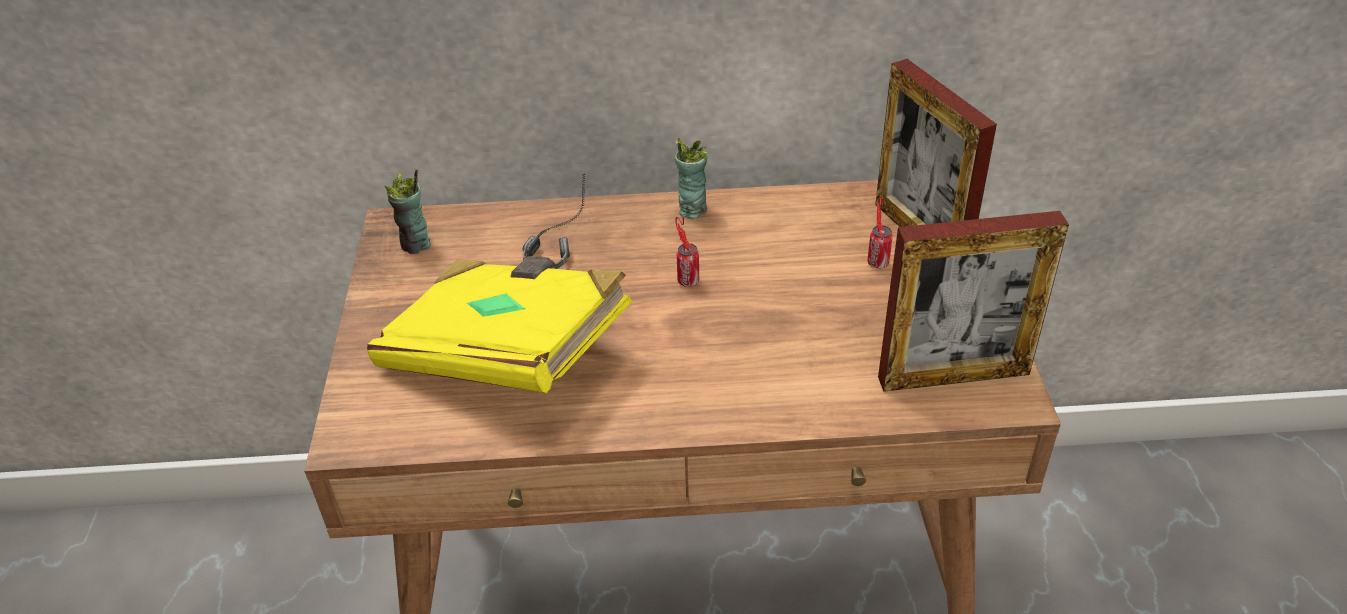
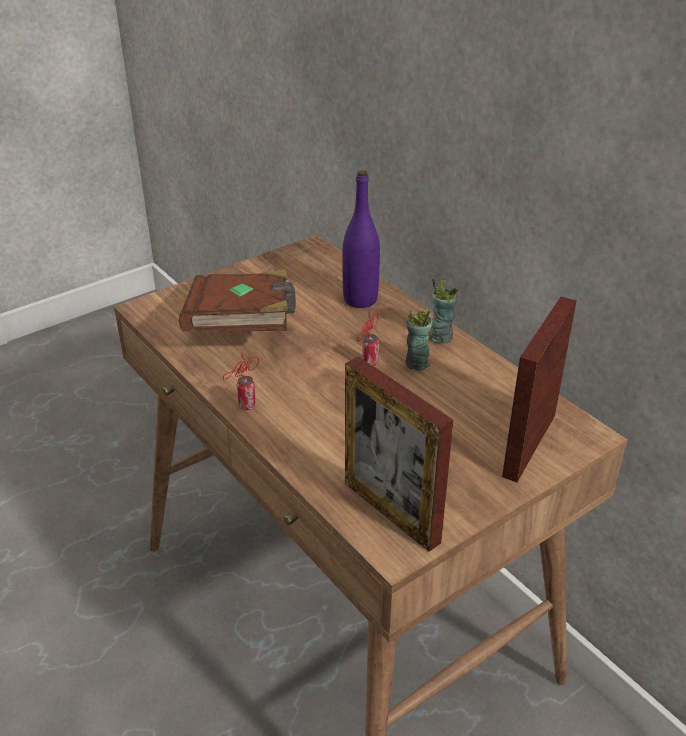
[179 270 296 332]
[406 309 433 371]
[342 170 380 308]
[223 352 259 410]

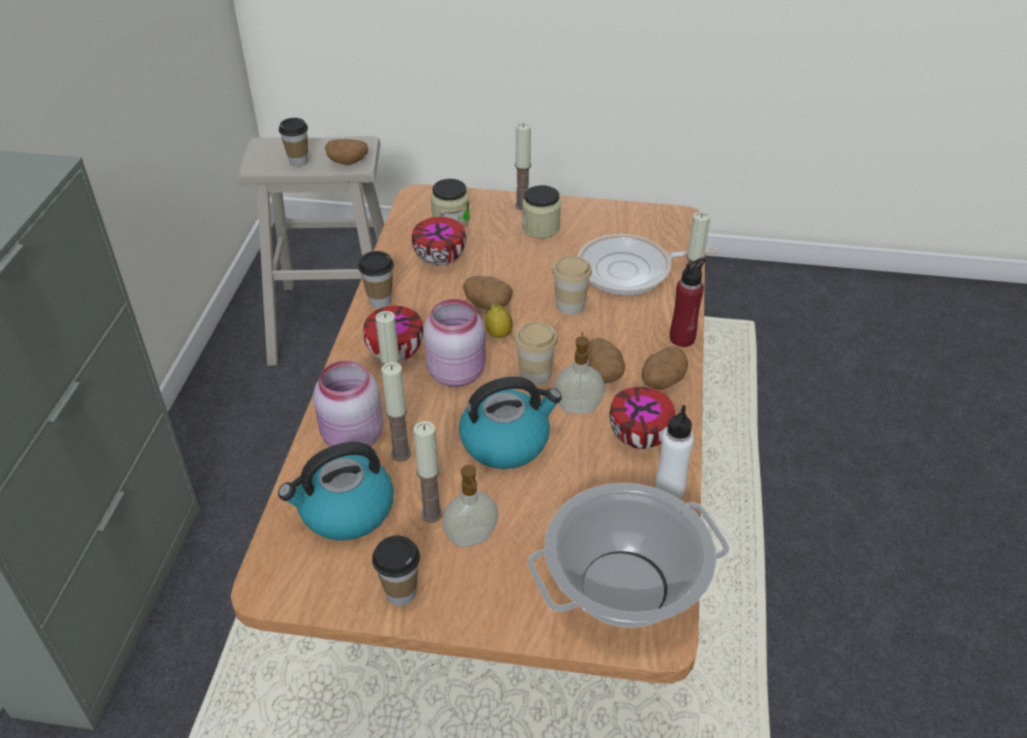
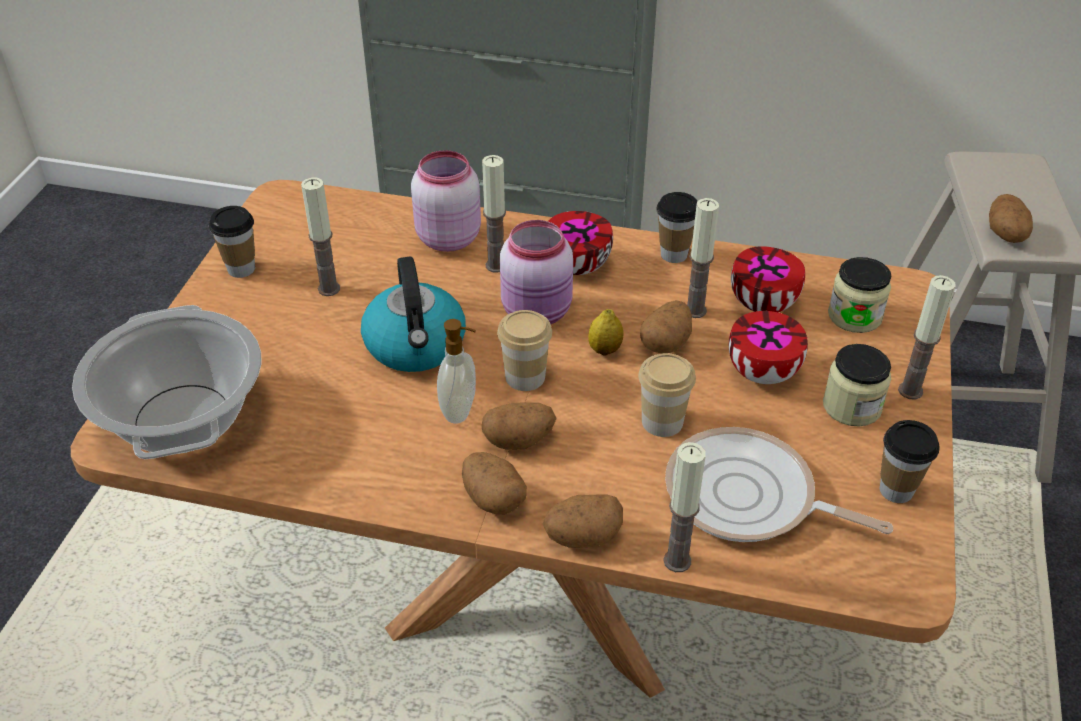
[278 442 394 541] (first image)
[880 420 939 503]
[687 198 719 318]
[443 465 499 547] (first image)
[665 427 893 542]
[729 311 808 384]
[655 405 694 499] (first image)
[542 494 623 548]

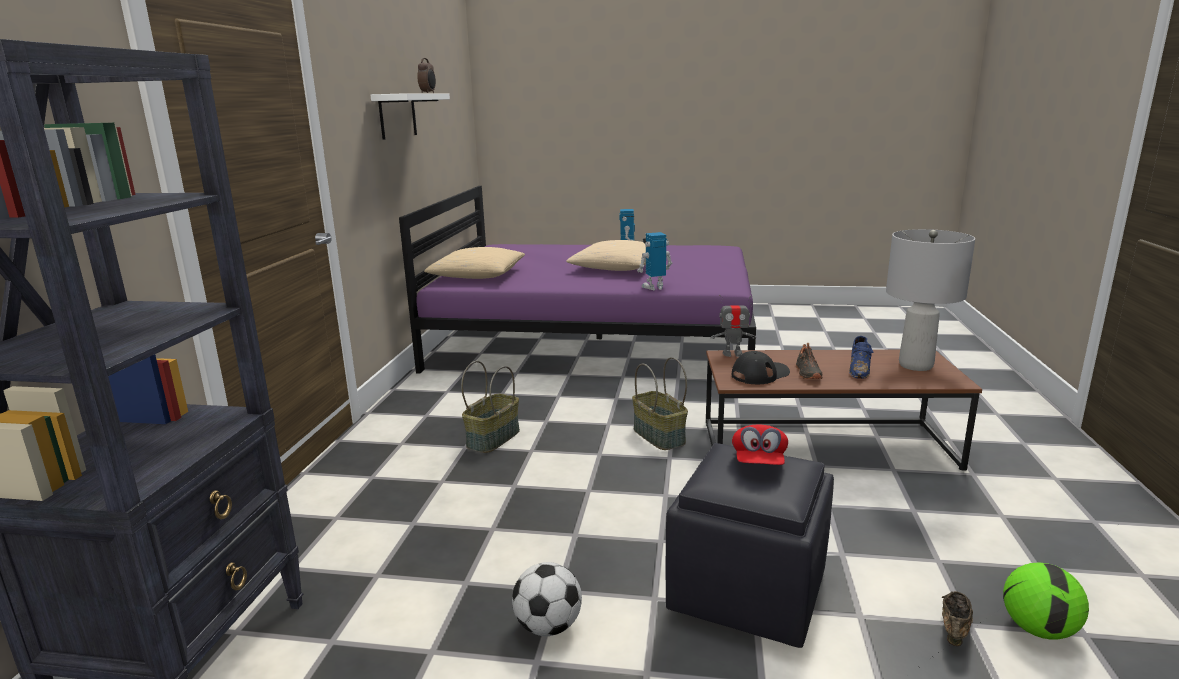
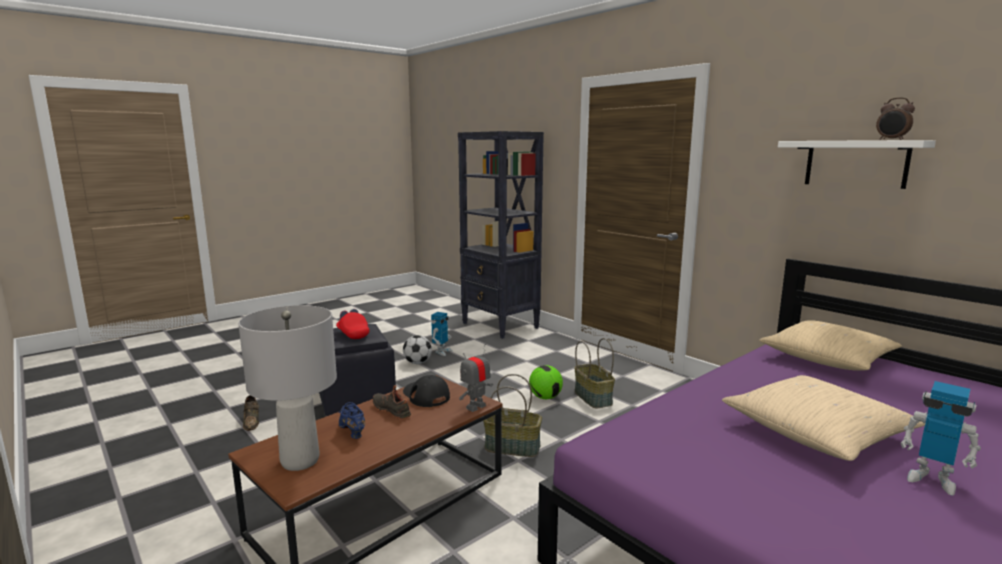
[431 312 453 356]
[403 375 450 407]
[529 365 563 399]

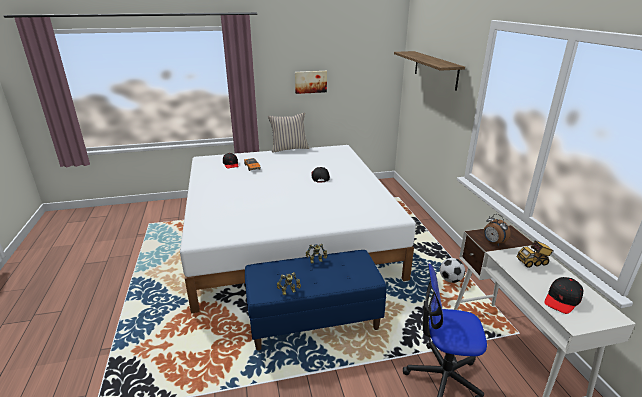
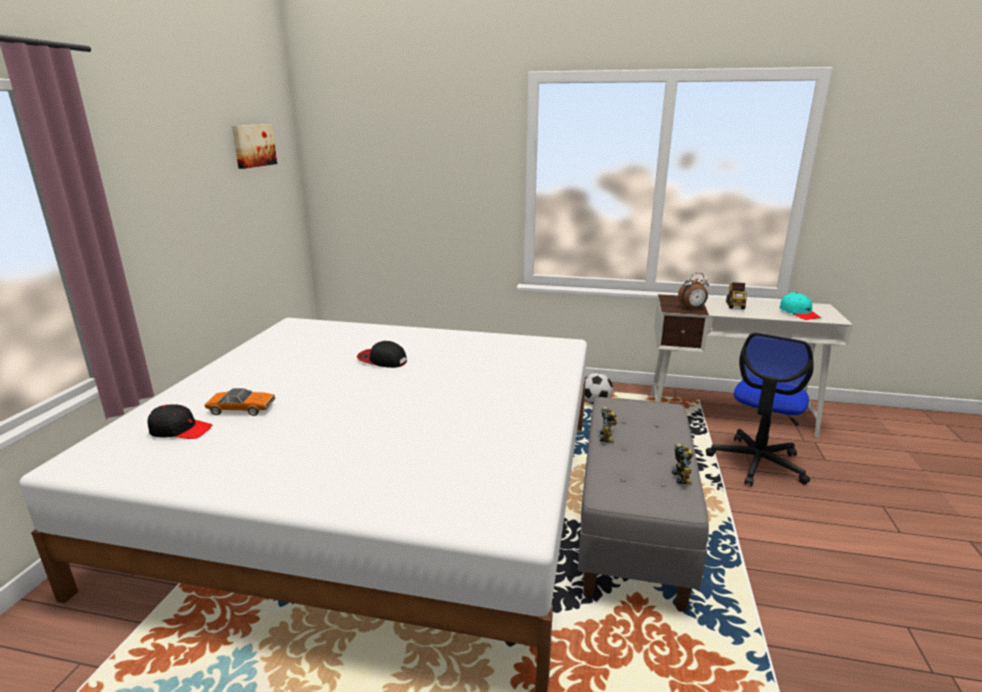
[578 397 709 612]
[268 112 309 153] (first image)
[232 124 277 169]
[394 51 465 91] (first image)
[779 292 821 320]

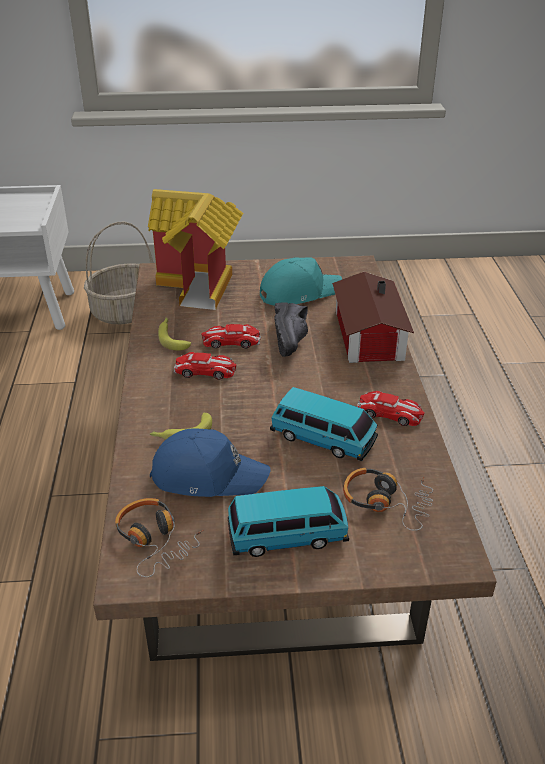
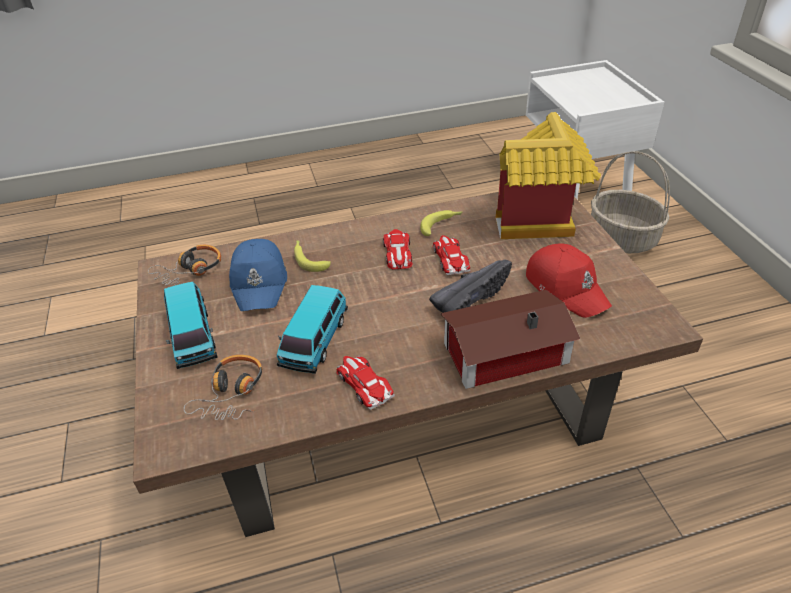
[526 243 612 318]
[429 259 512 313]
[337 355 395 410]

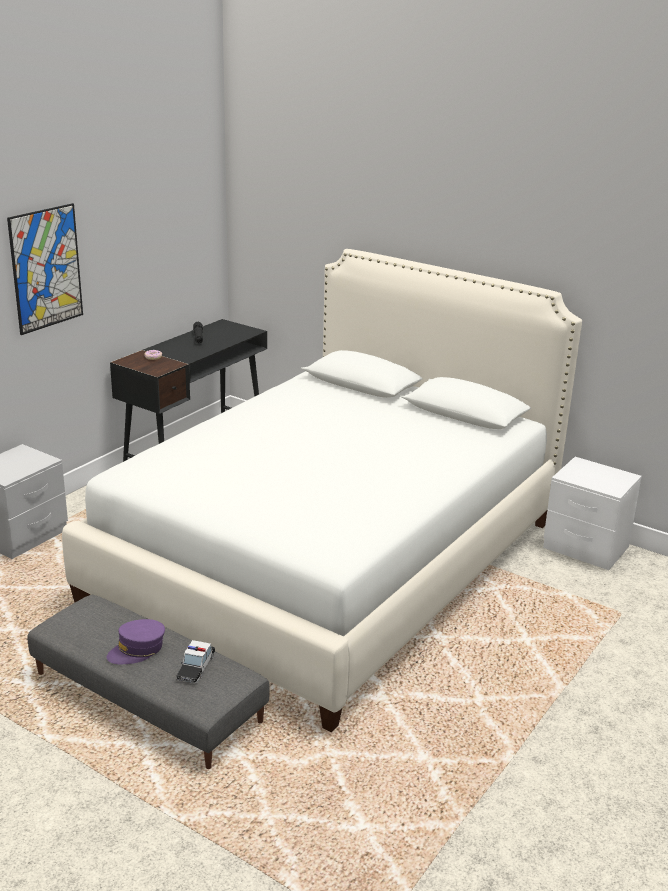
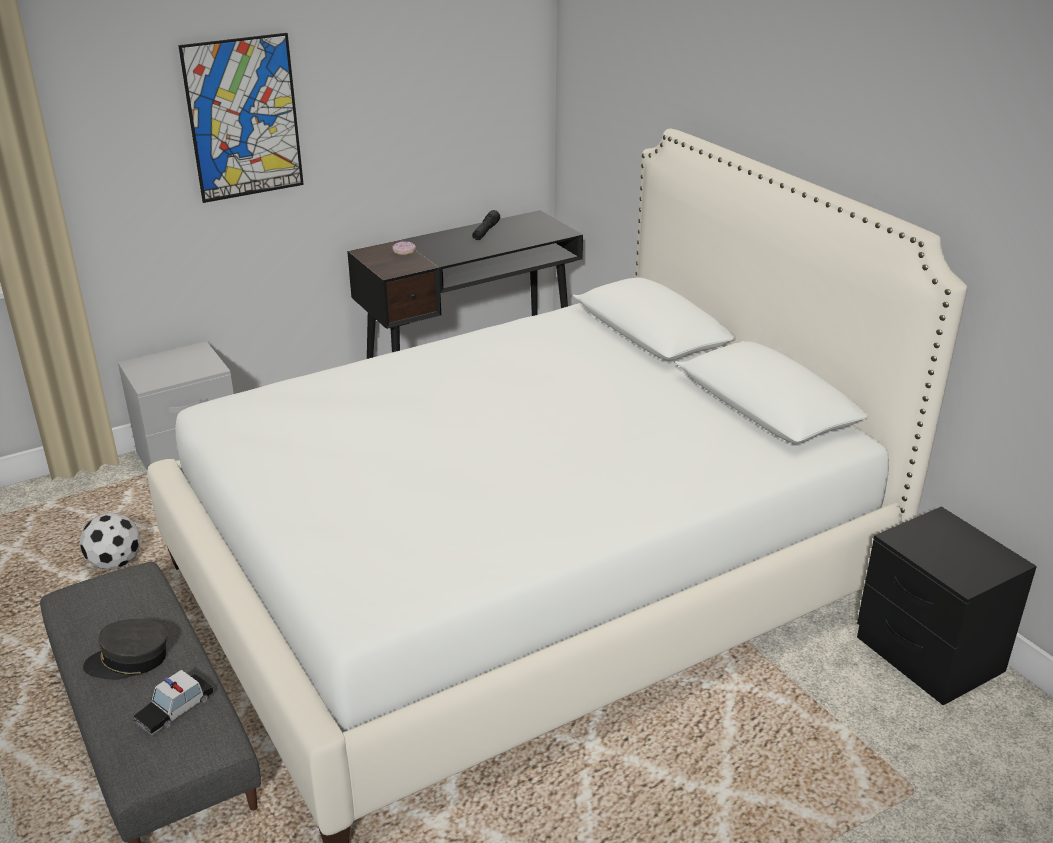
[83 619 168 680]
[857 506 1037 705]
[80 513 141 570]

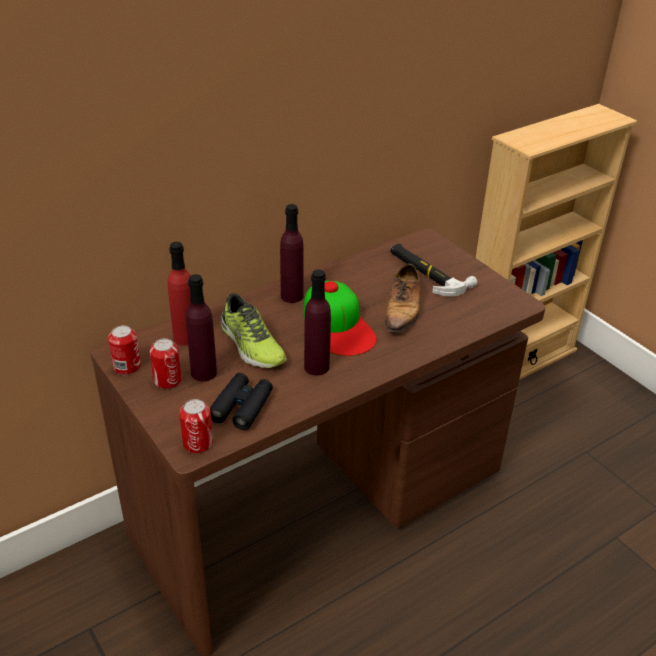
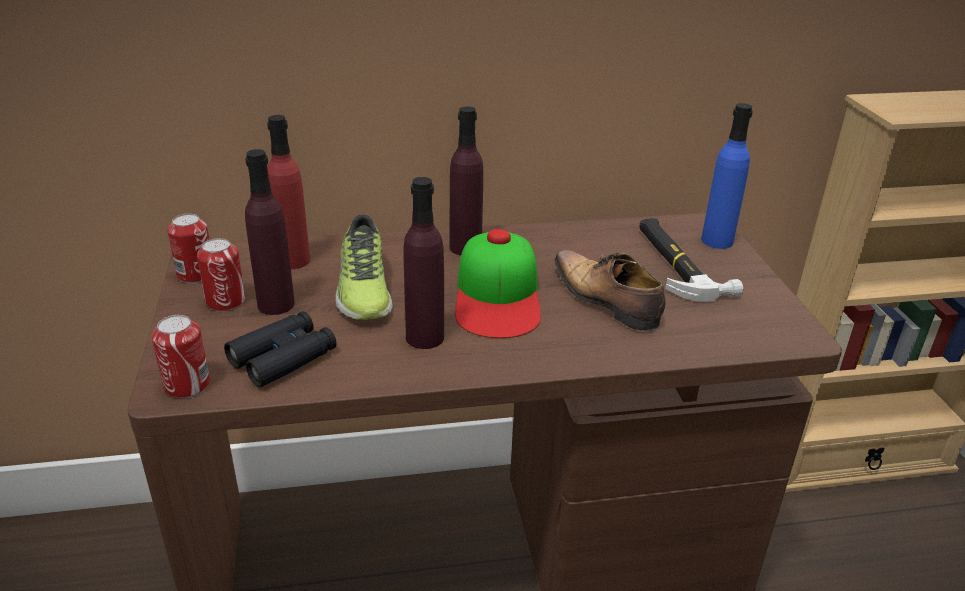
[554 250 665 331]
[701 103 753 249]

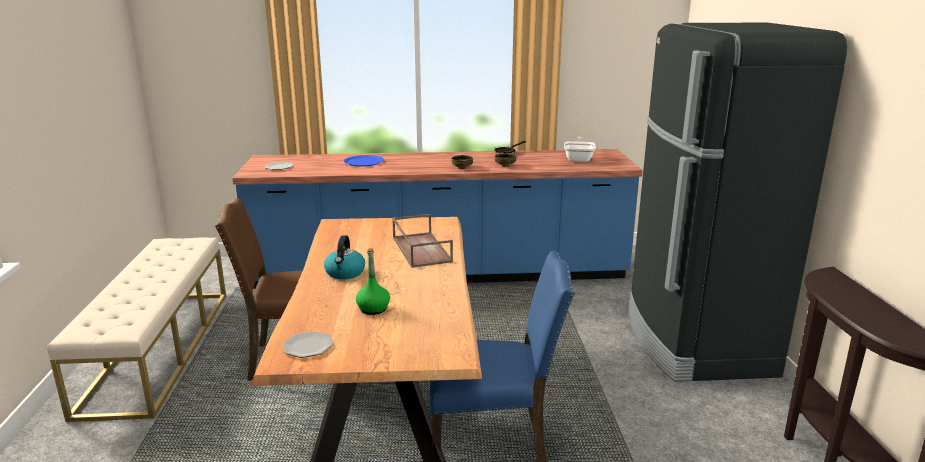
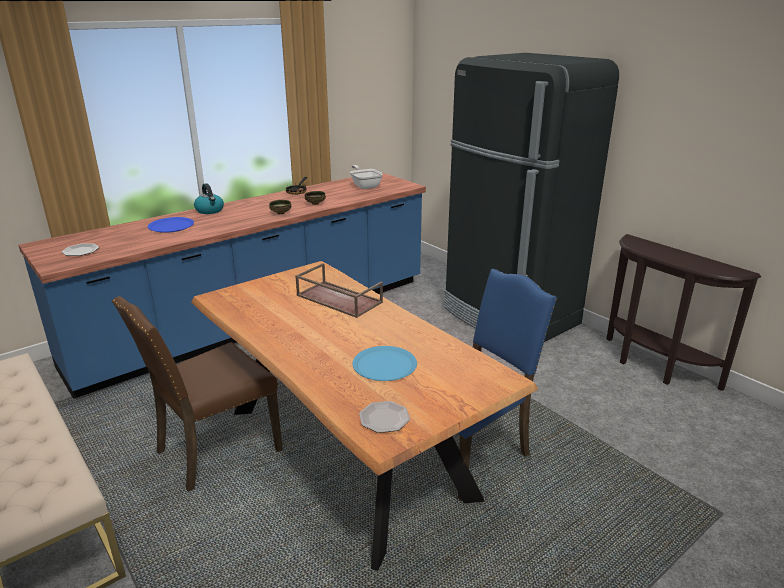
[194 183 224 214]
[352 346 417 381]

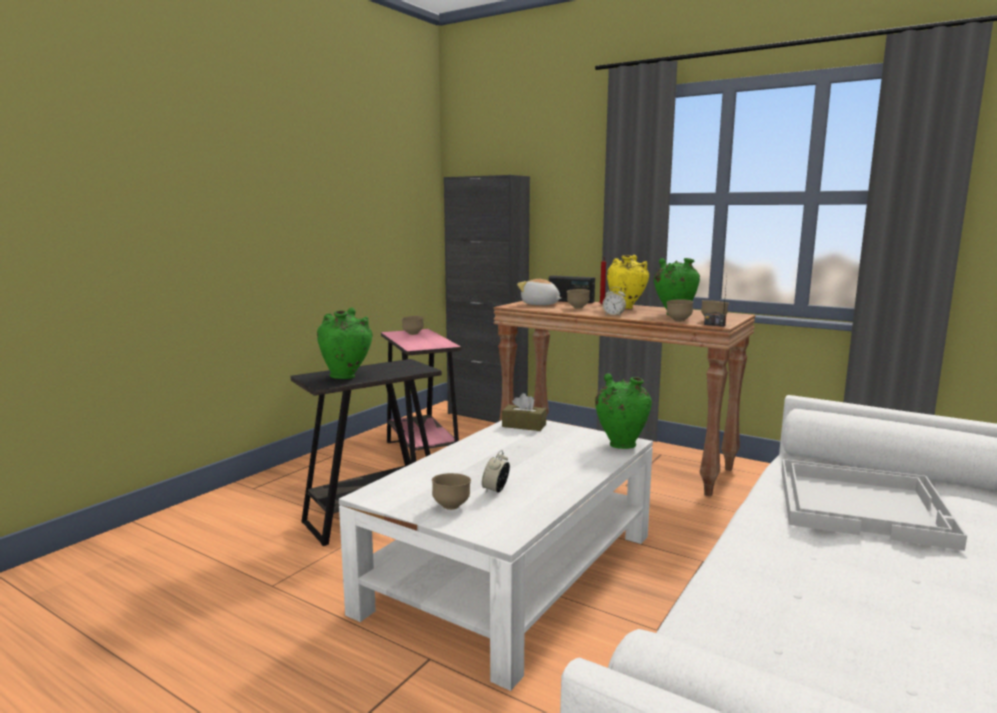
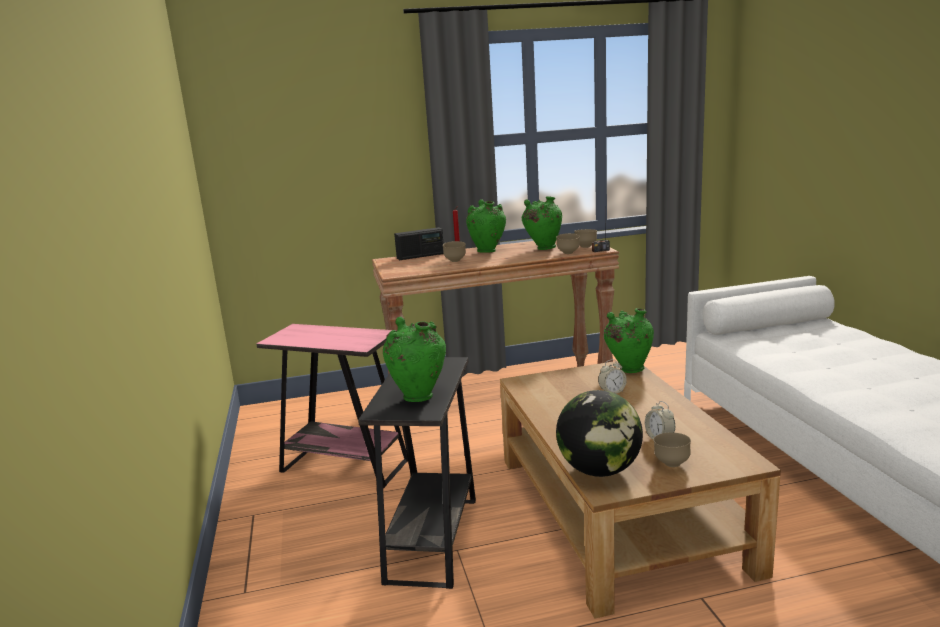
[500 361 781 619]
[401 316 424 335] (first image)
[444 175 530 423] (first image)
[502 393 546 431] (first image)
[517 279 561 305] (first image)
[598 359 627 394]
[466 199 506 253]
[781 459 967 551] (first image)
[556 390 643 477]

